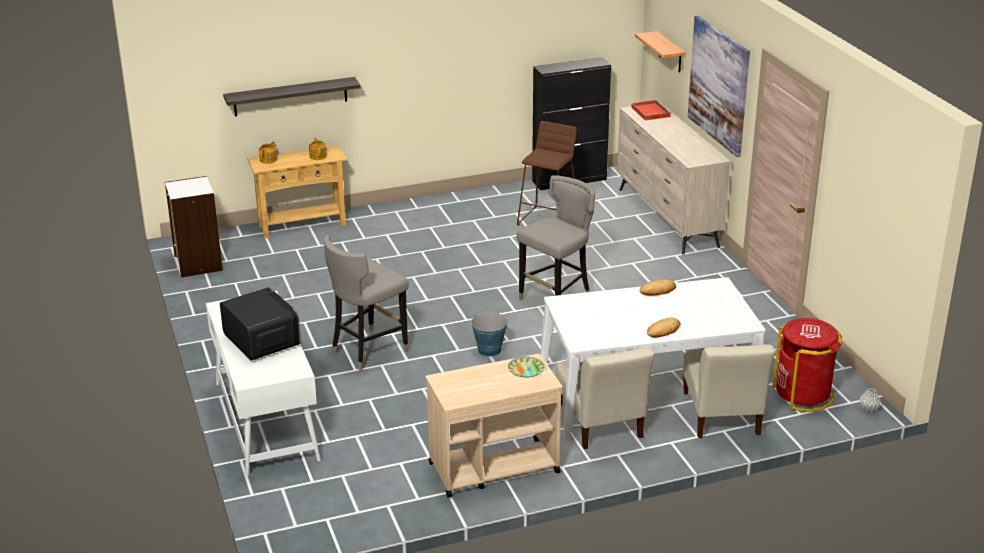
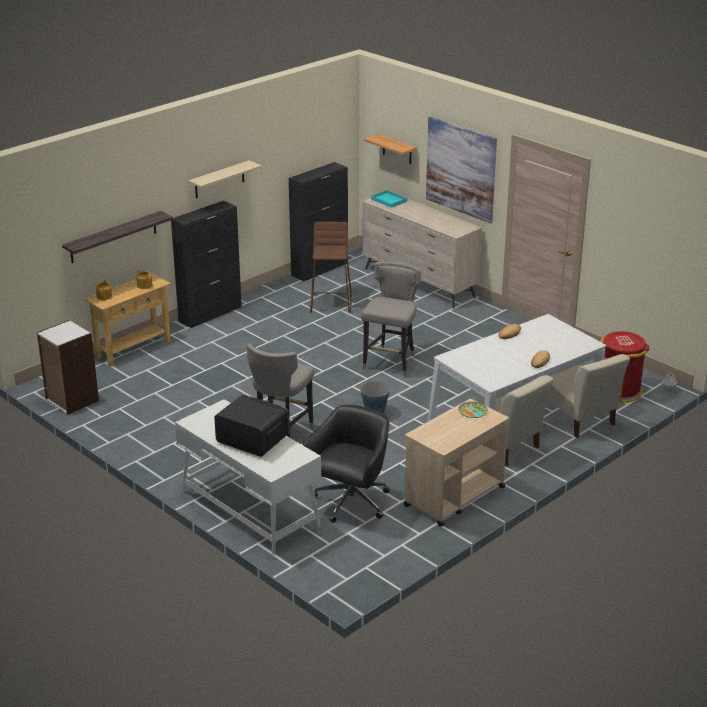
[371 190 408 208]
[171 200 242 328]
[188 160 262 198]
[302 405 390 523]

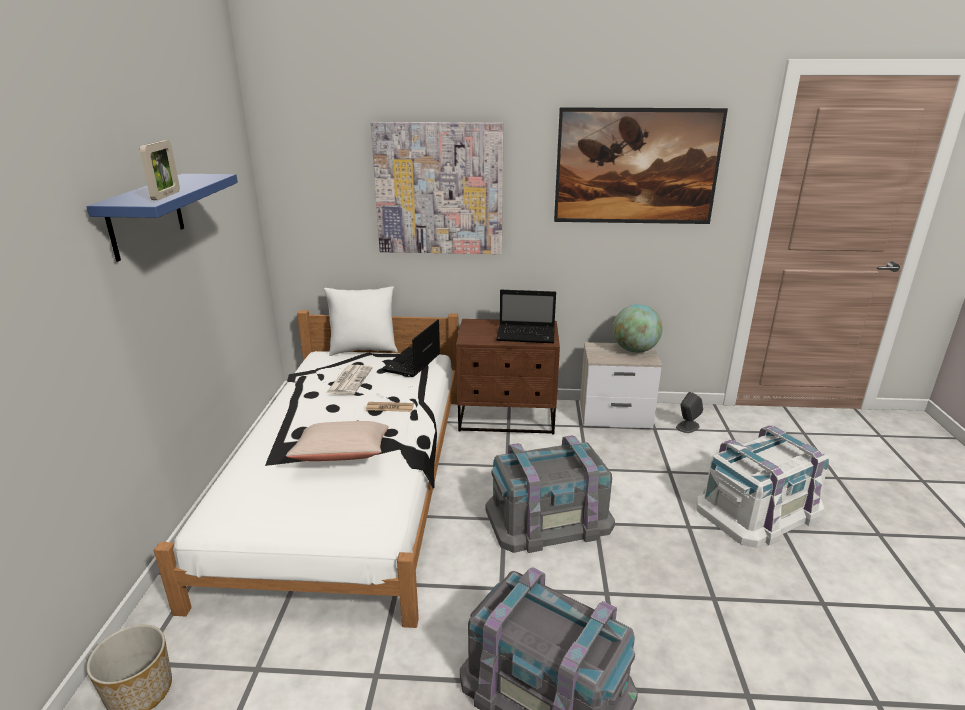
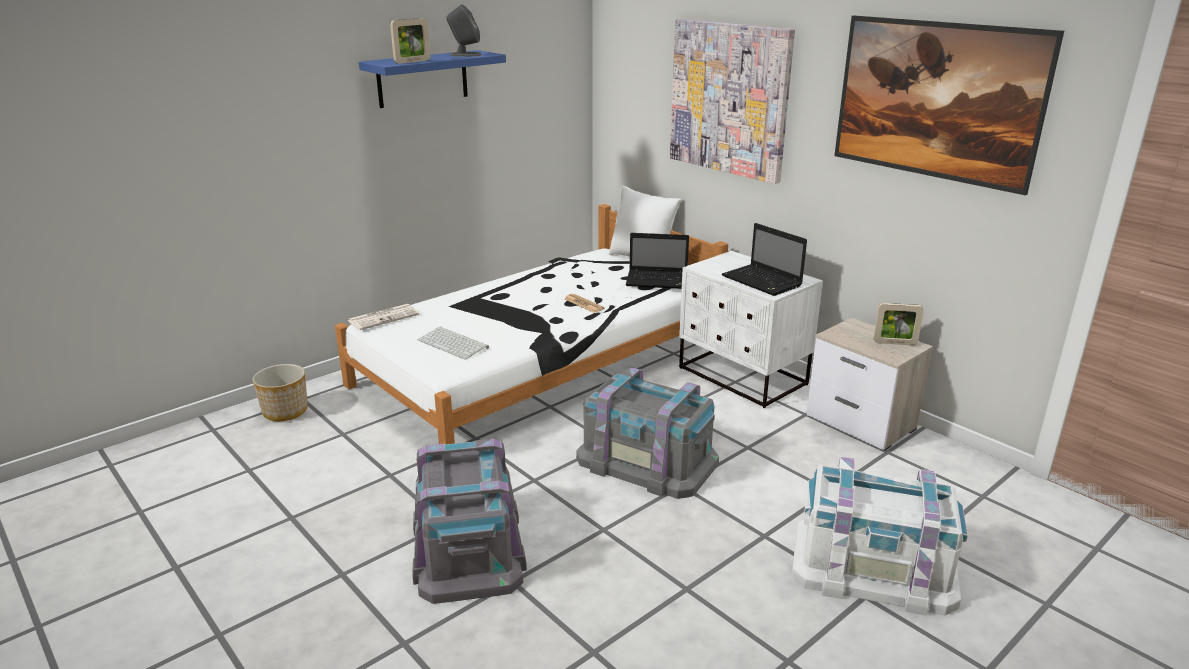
[286 421 389 461] (first image)
[348 304 419 330]
[626 233 689 289]
[679 251 823 408]
[873 303 924 346]
[446 4 481 57]
[418 326 489 360]

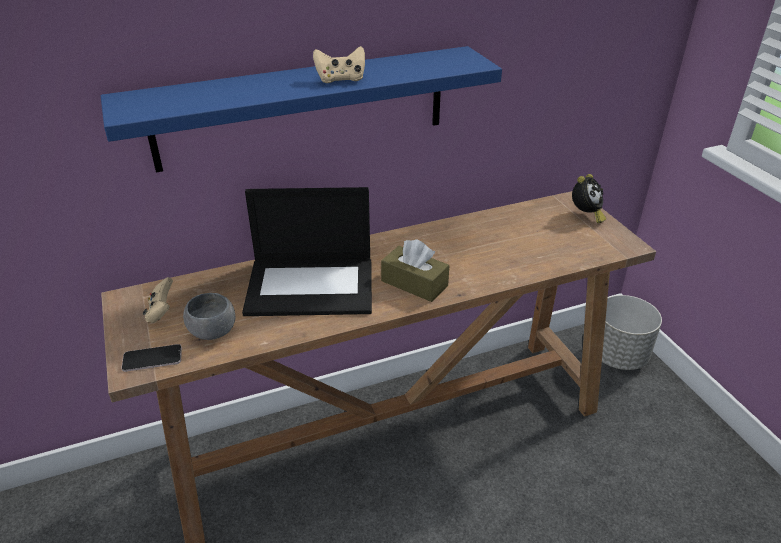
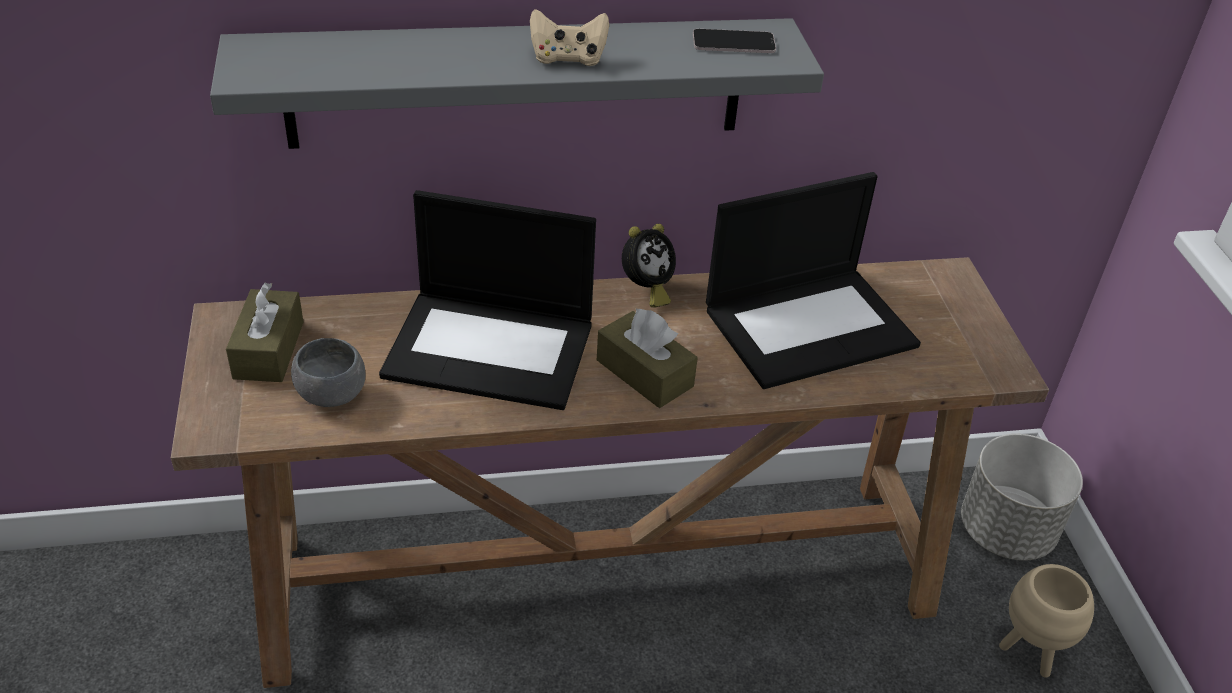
[210 18 824 149]
[693 29 776 53]
[226 283 304 382]
[622 224 676 308]
[706 172 921 389]
[999 564 1094 678]

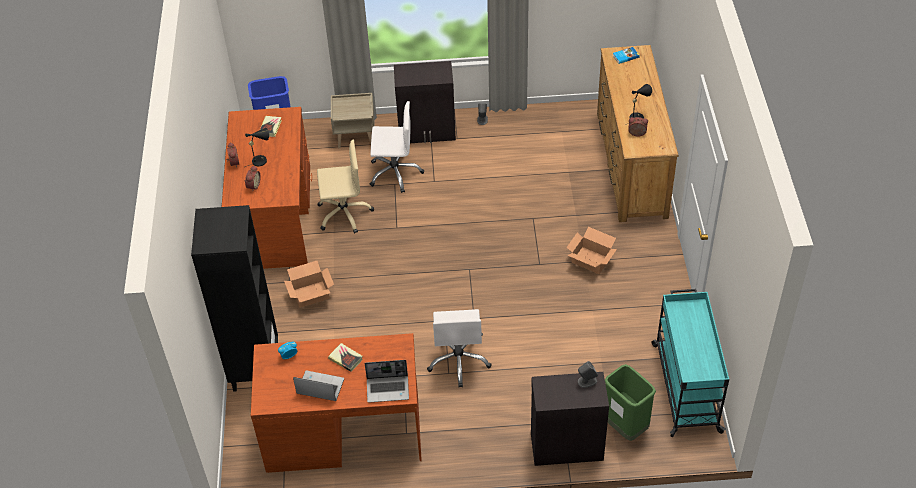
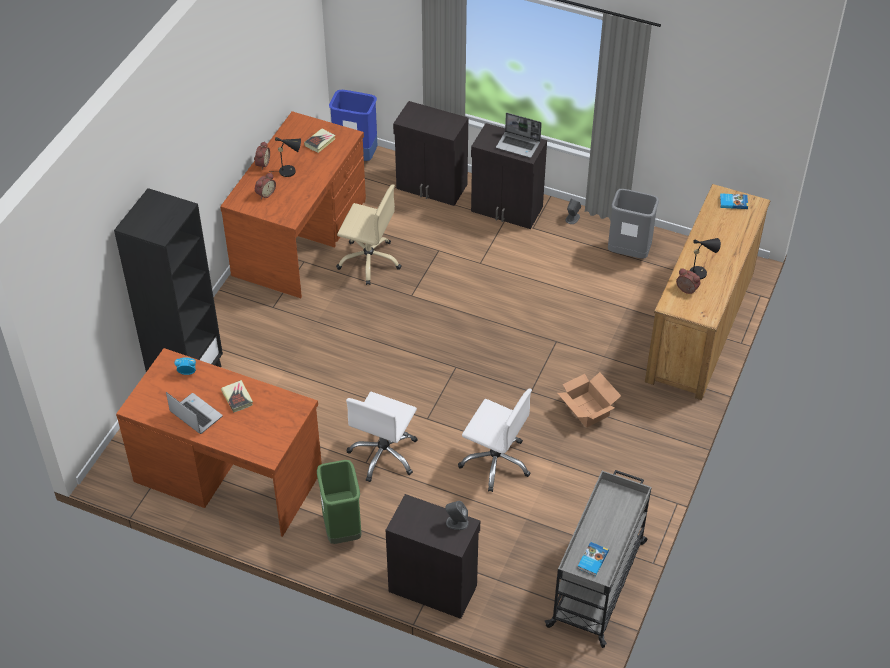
[284 261 334 308] (first image)
[393 101 468 206]
[496 113 542 158]
[458 388 532 492]
[317 460 362 544]
[544 470 652 648]
[577 542 609 576]
[608 189 659 258]

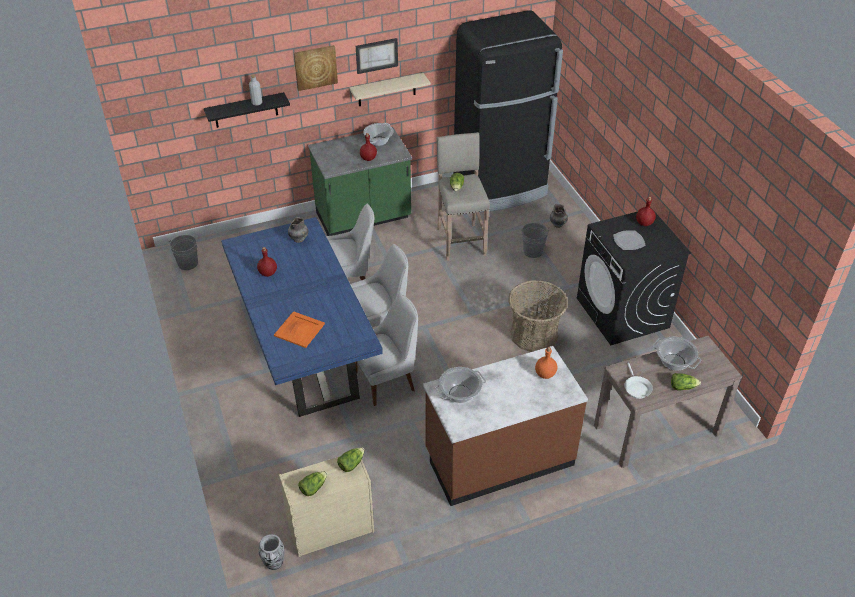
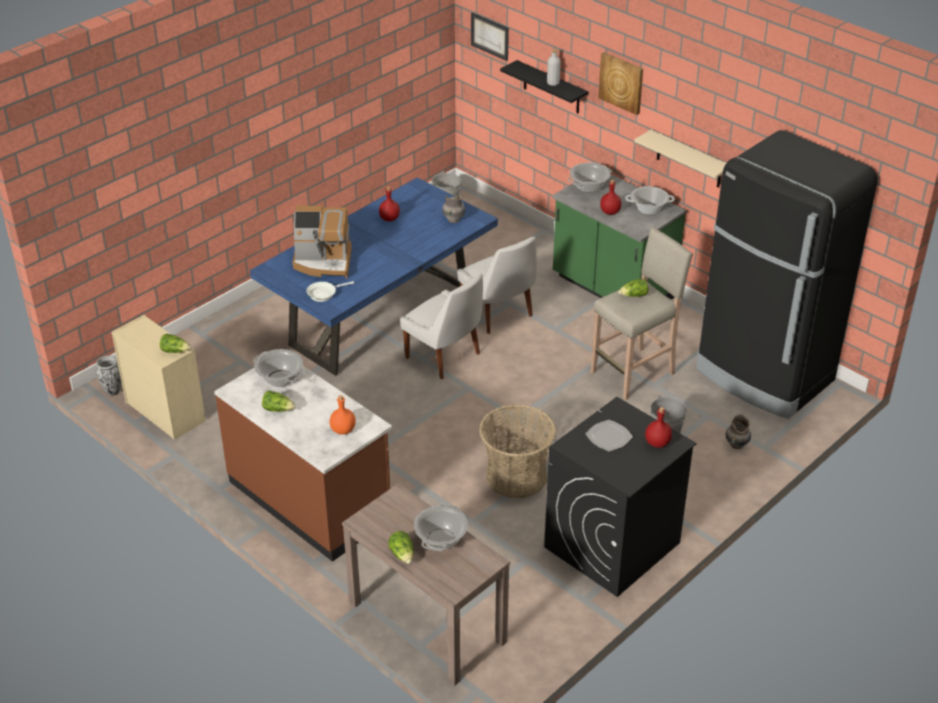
[292 206 352 278]
[262 390 295 412]
[355 293 418 406] (first image)
[471 13 509 61]
[306 281 354 302]
[568 163 612 193]

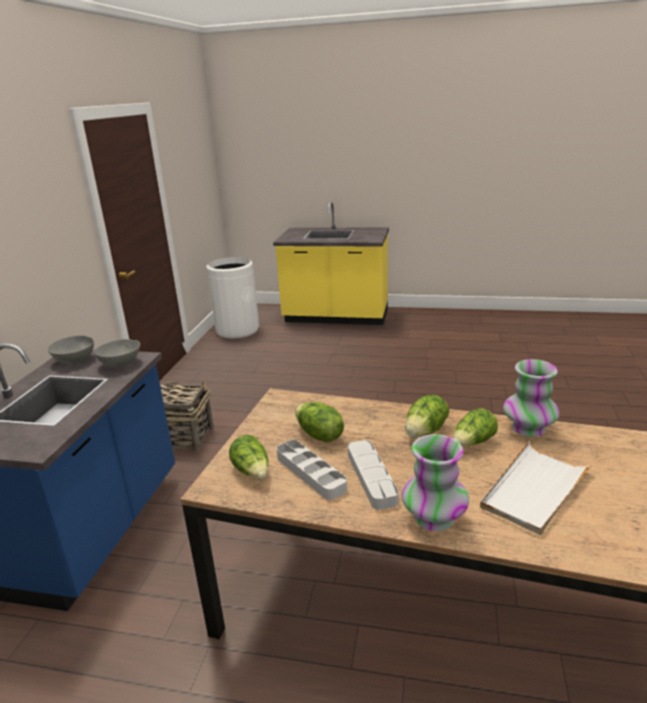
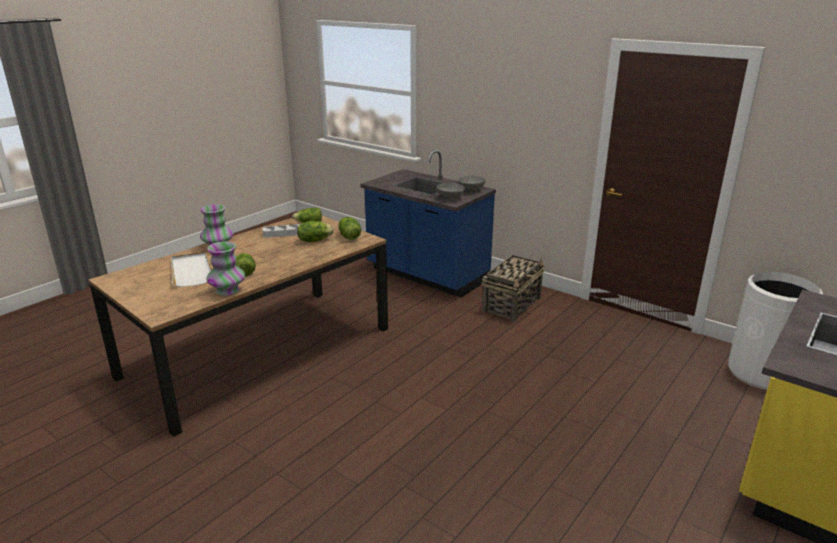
[348 440 399 510] (first image)
[339 217 361 240]

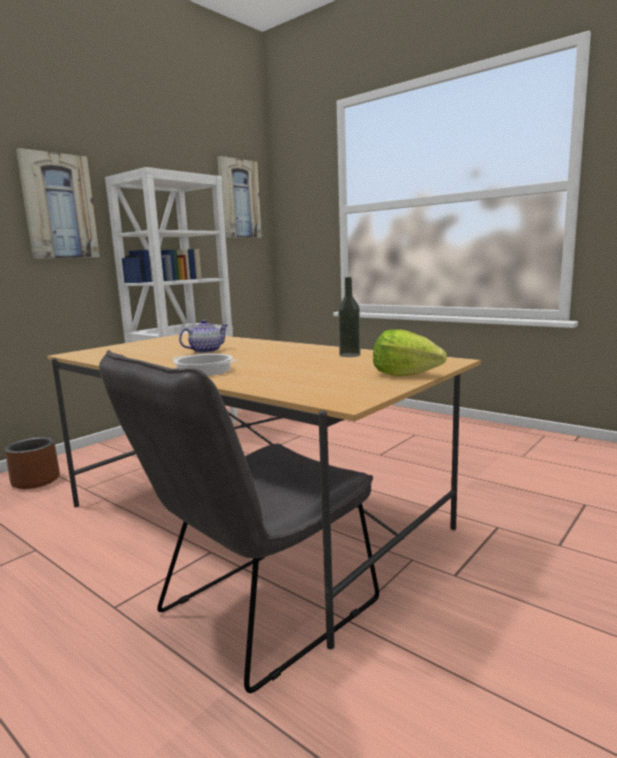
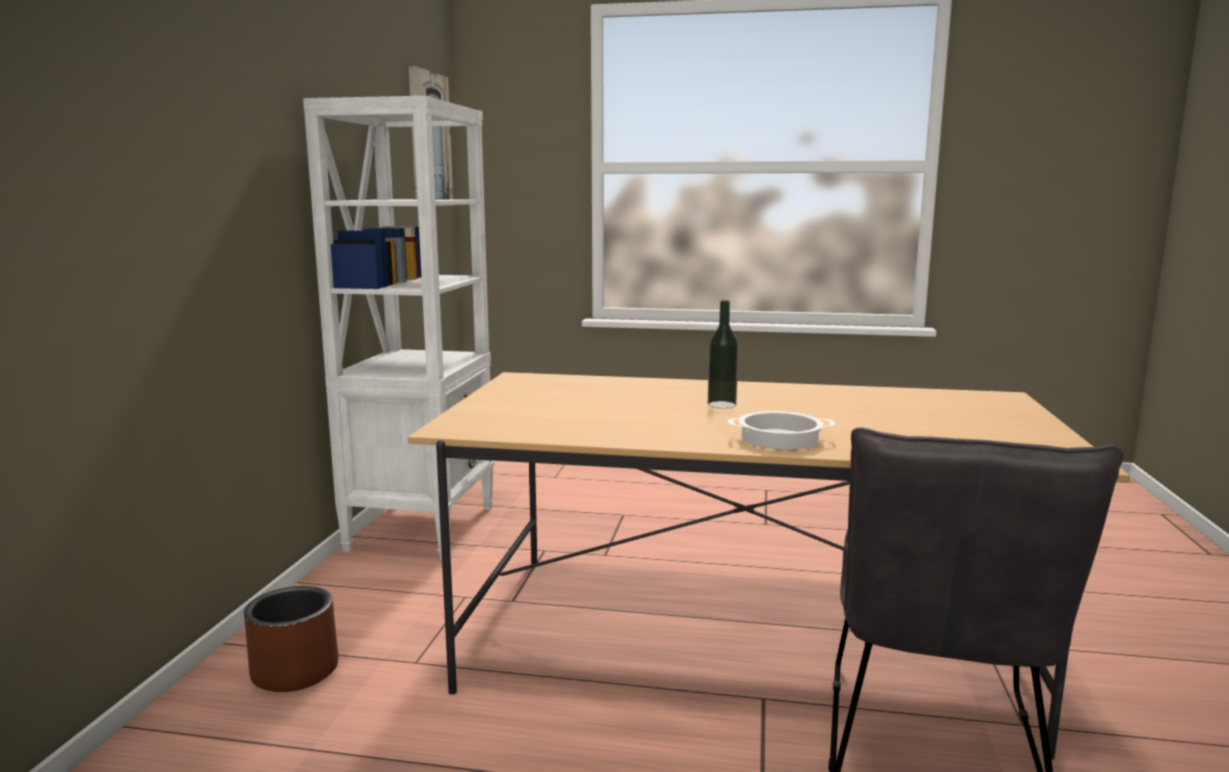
[16 148 100 259] (first image)
[179 319 228 353] (first image)
[708 300 739 409]
[373 329 447 376] (first image)

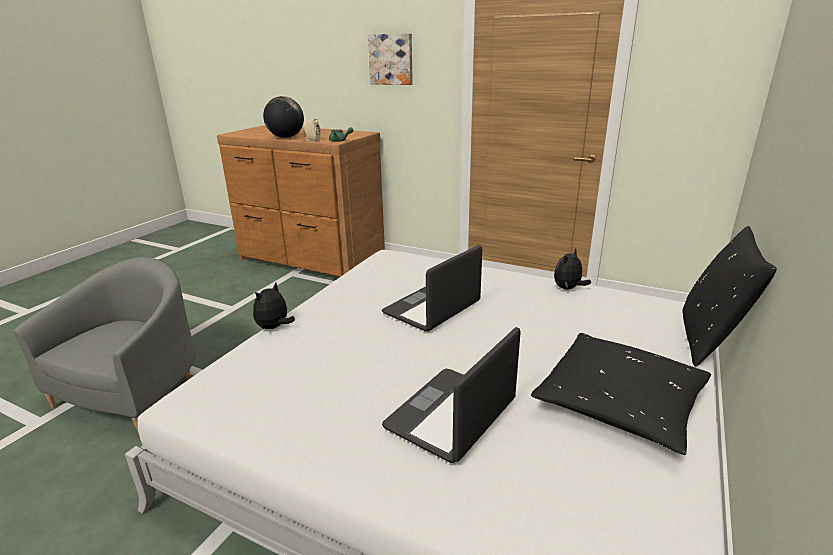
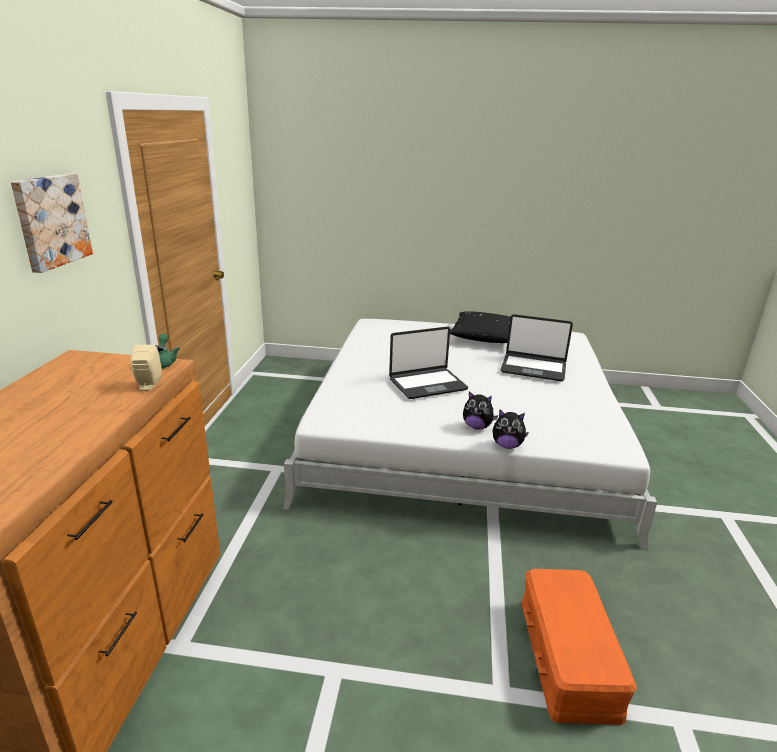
[521 569 637 725]
[263 96 304 138] (first image)
[389 327 468 399]
[463 391 498 430]
[682 226 777 367] (first image)

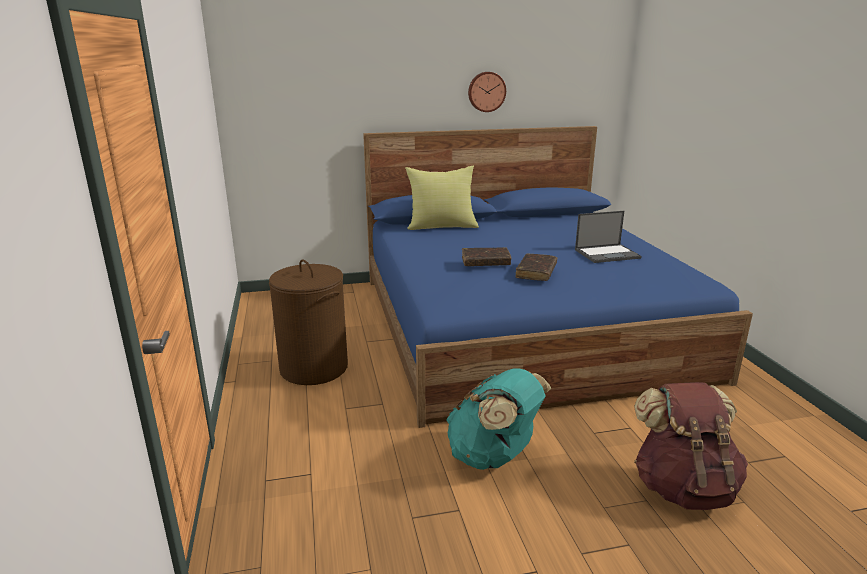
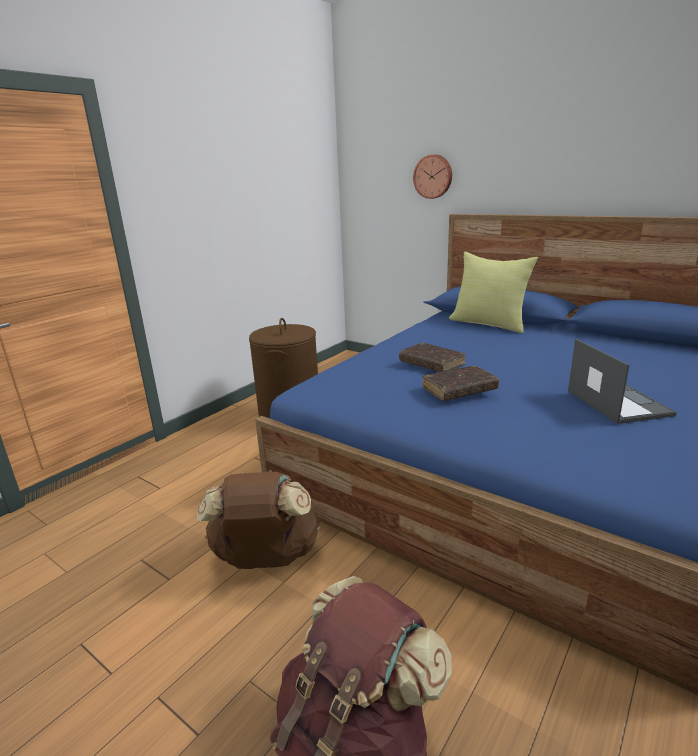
[197 471 320 569]
[413 154 452 199]
[568 339 677 424]

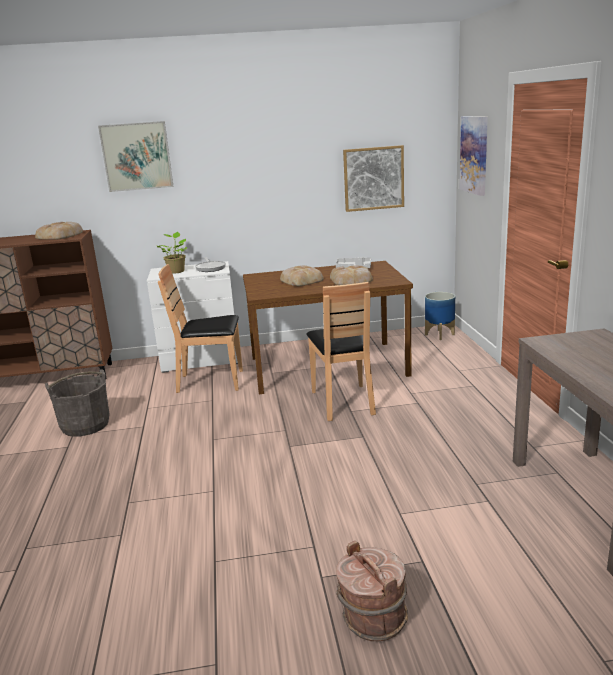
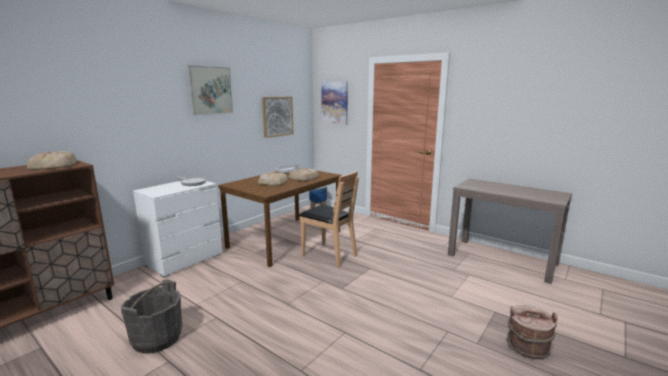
[187 65 233 116]
[157 232 187 274] (first image)
[158 264 243 393] (first image)

